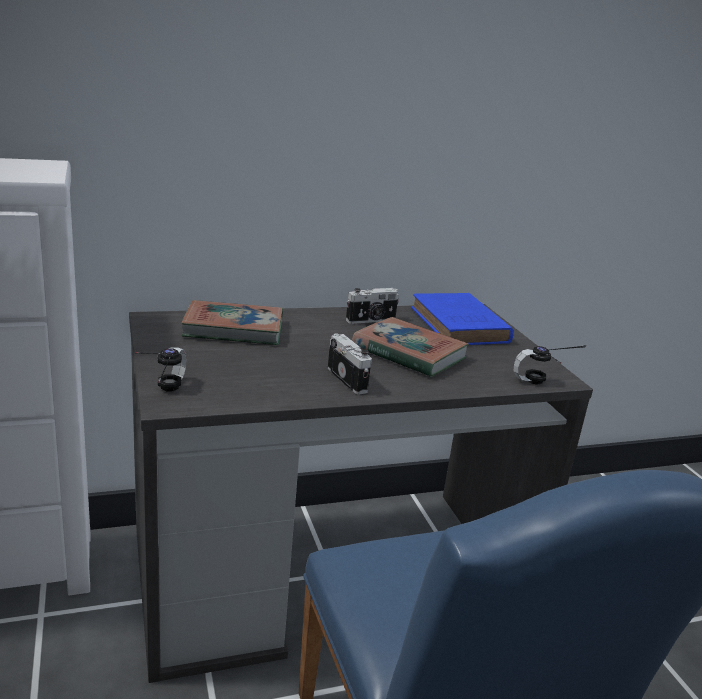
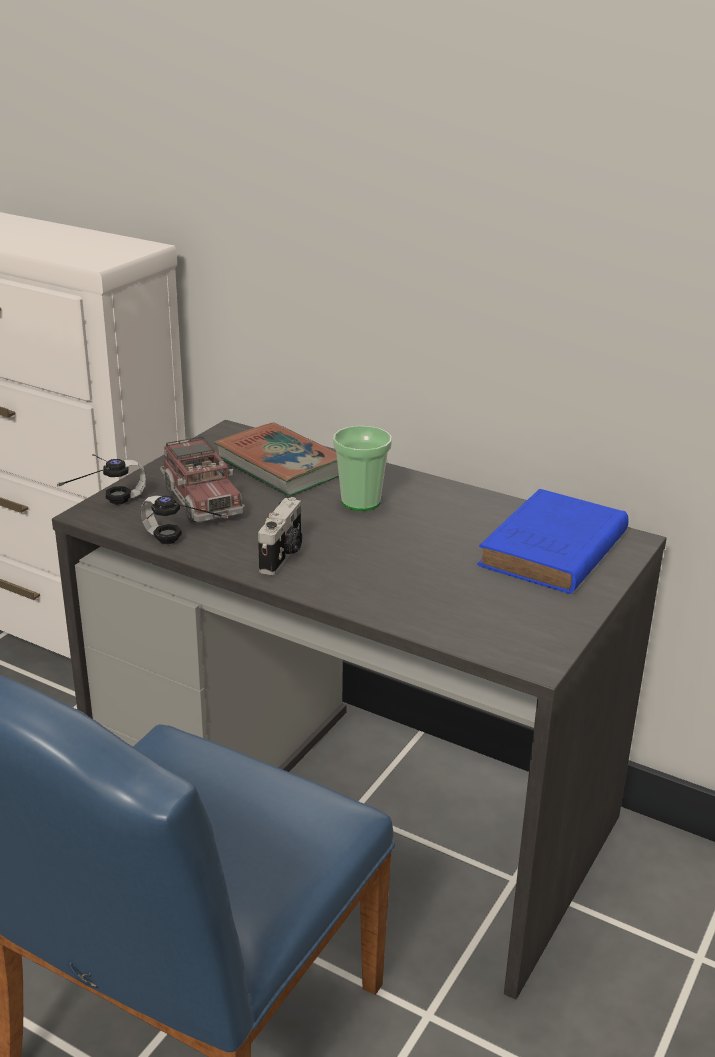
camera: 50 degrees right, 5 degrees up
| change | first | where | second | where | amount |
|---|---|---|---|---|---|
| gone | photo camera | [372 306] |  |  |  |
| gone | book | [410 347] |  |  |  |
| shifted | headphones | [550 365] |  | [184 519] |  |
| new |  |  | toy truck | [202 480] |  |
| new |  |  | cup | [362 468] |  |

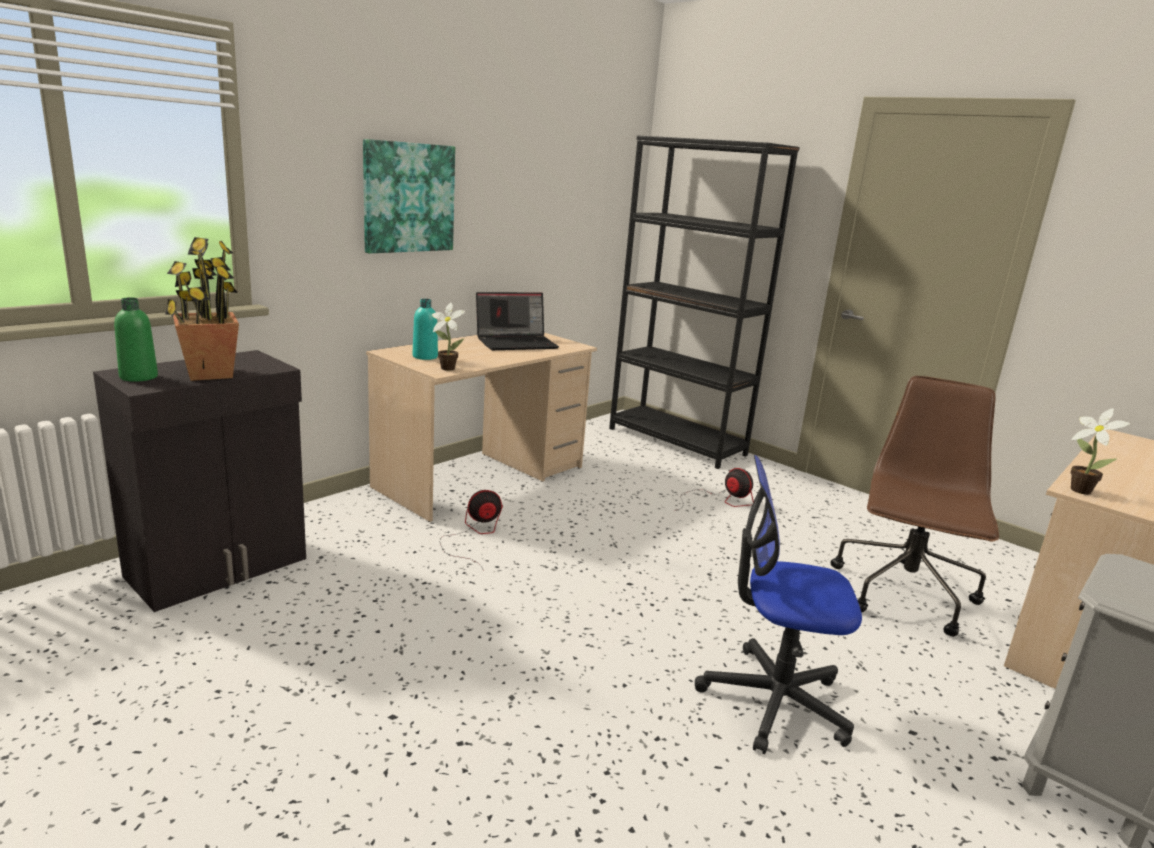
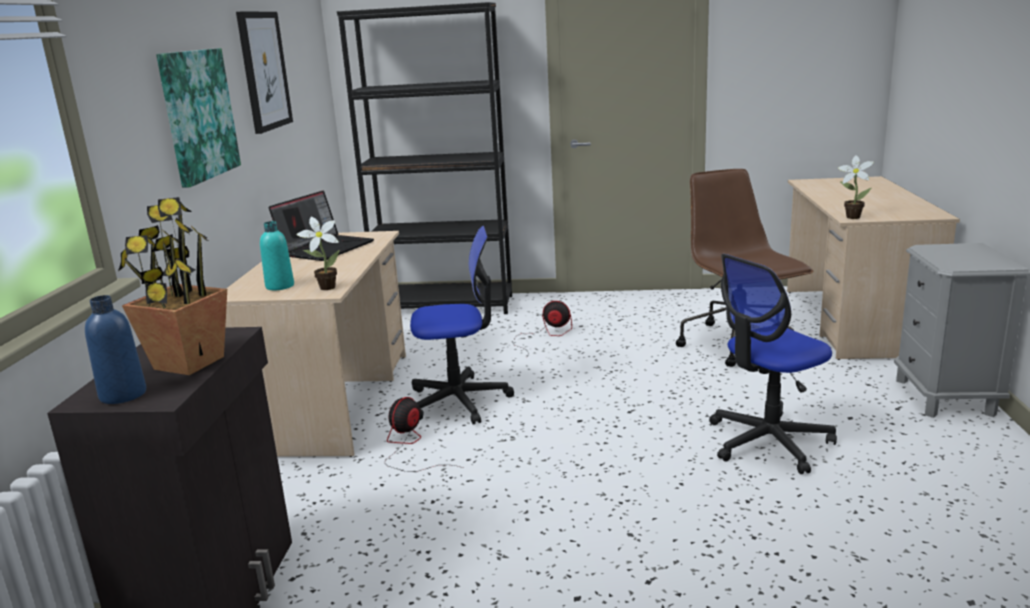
camera: 35 degrees left, 0 degrees up
| change | first | where | second | where | amount |
|---|---|---|---|---|---|
| repainted | bottle in green | [136 340] | bottle in blue | [115 349] |  |
| new |  |  | picture | [264 73] |  |
| new |  |  | office chair | [462 325] |  |

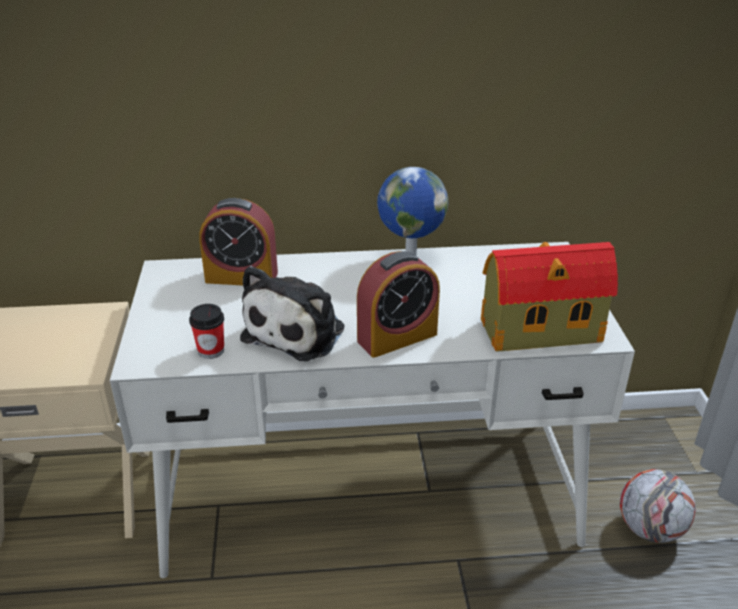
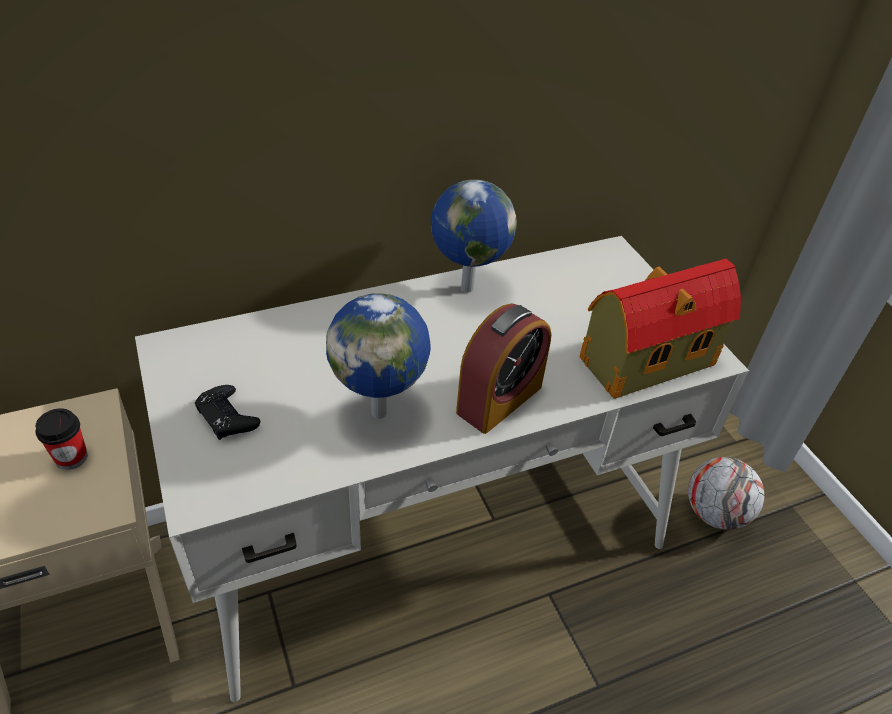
camera: 20 degrees left, 10 degrees up
| change | first | where | second | where | amount |
|---|---|---|---|---|---|
| shifted | cup | [206 331] |  | [61 439] |  |
| gone | alarm clock | [238 241] |  |  |  |
| swapped | plush toy | [292 313] | globe | [378 356] |  |
| new |  |  | game controller in black | [227 412] |  |

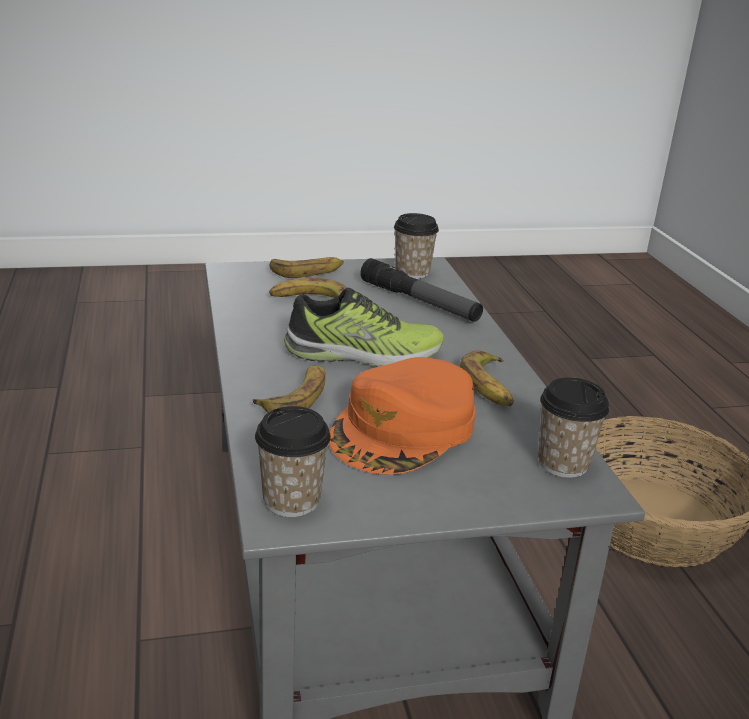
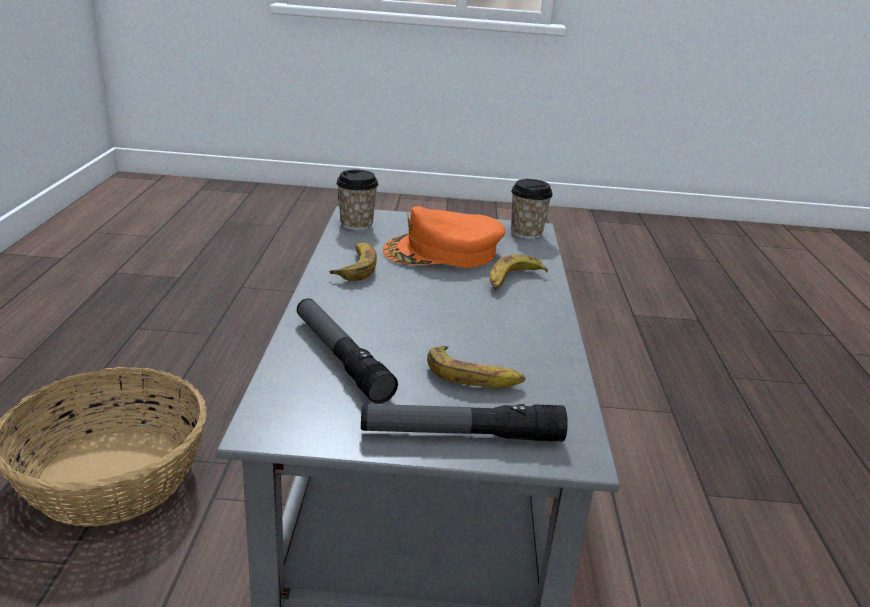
camera: 165 degrees left, 0 degrees up
| change | first | where | second | where | amount |
|---|---|---|---|---|---|
| swapped | banana | [307 267] | flashlight | [464 422] |  |
| gone | shoe | [363 326] |  |  |  |
| rotated | cap in orange | [402 416] |  | [444 237] | 150 degrees counterclockwise |
| gone | cup | [416 246] |  |  |  |

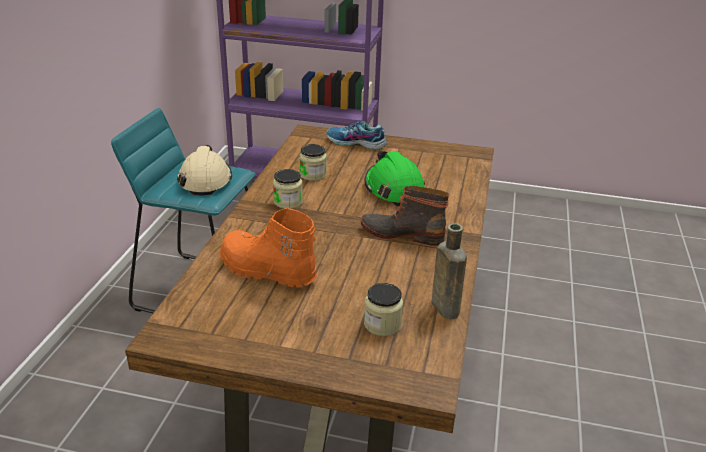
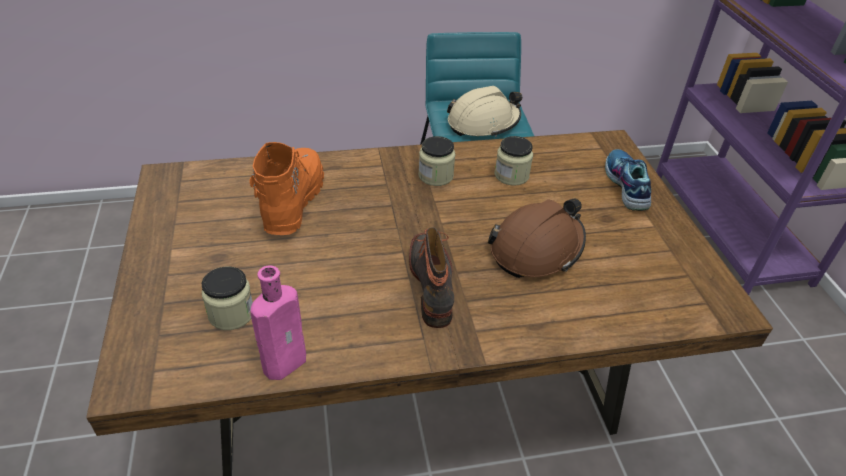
camera: 65 degrees right, 10 degrees up
| change | first | where | second | where | amount |
|---|---|---|---|---|---|
| repainted | hard hat in green | [394 178] | hard hat in brown | [537 238] |  |
| repainted | bottle in brown | [449 271] | bottle in pink | [278 322] |  |

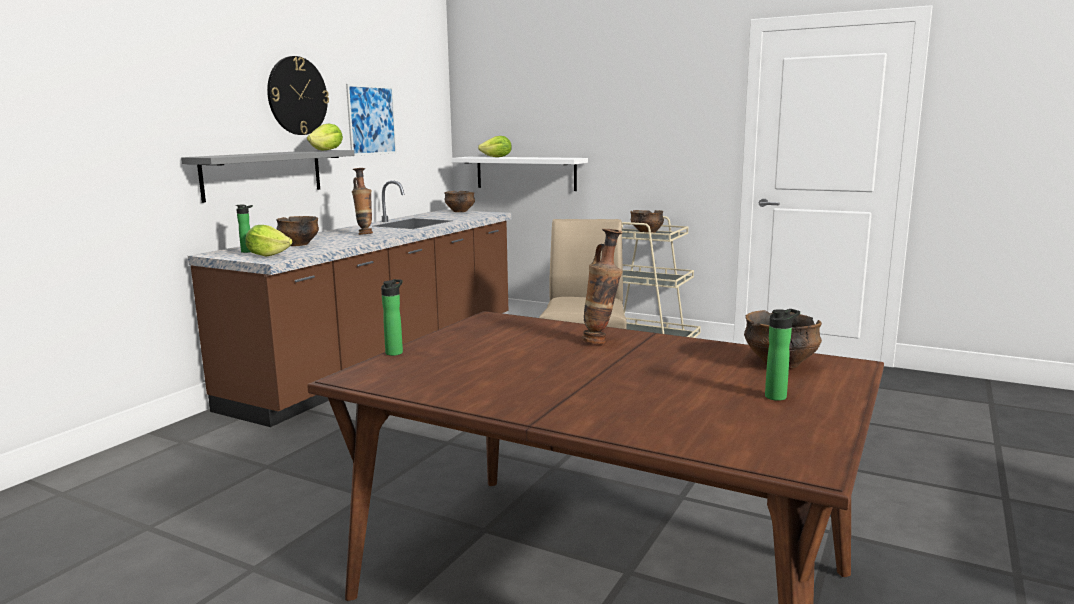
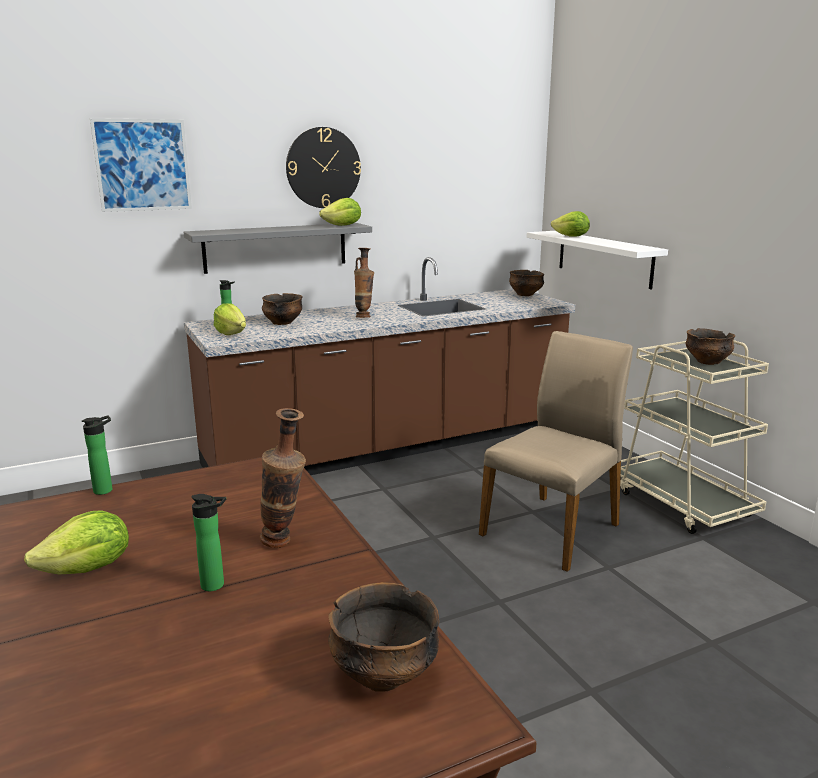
camera: 35 degrees right, 5 degrees up
| change | first | where | second | where | amount |
|---|---|---|---|---|---|
| shifted | picture | [371 120] |  | [141 165] |  |
| shifted | bottle | [782 355] |  | [208 542] |  |
| new |  |  | lettuce | [76 542] |  |

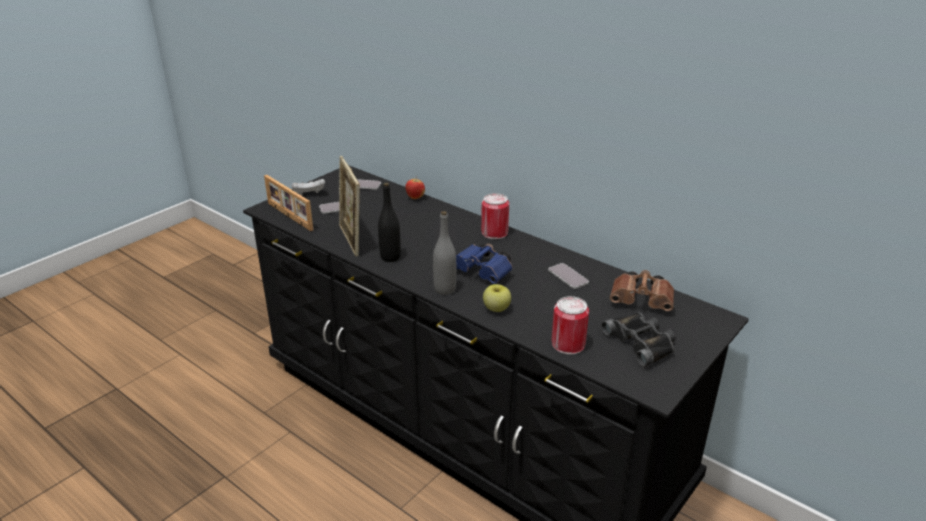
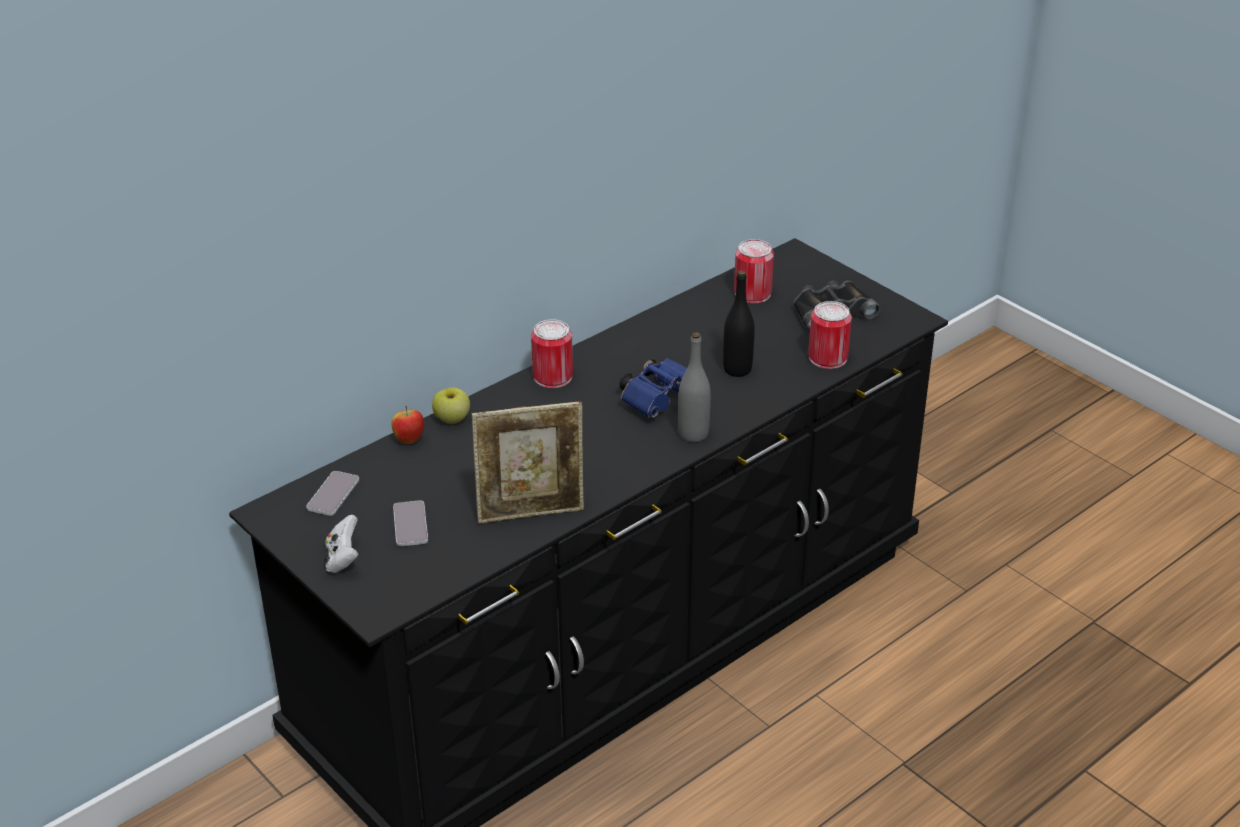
camera: 80 degrees left, 5 degrees up
| change | first | where | second | where | amount |
|---|---|---|---|---|---|
| gone | picture frame | [288 203] |  |  |  |
| shifted | bottle in black | [389 222] |  | [739 323] |  |
| shifted | apple | [497 298] |  | [451 406] |  |
| gone | phone | [568 276] |  |  |  |
| swapped | binoculars in brown | [642 290] | can | [754 271] |  |

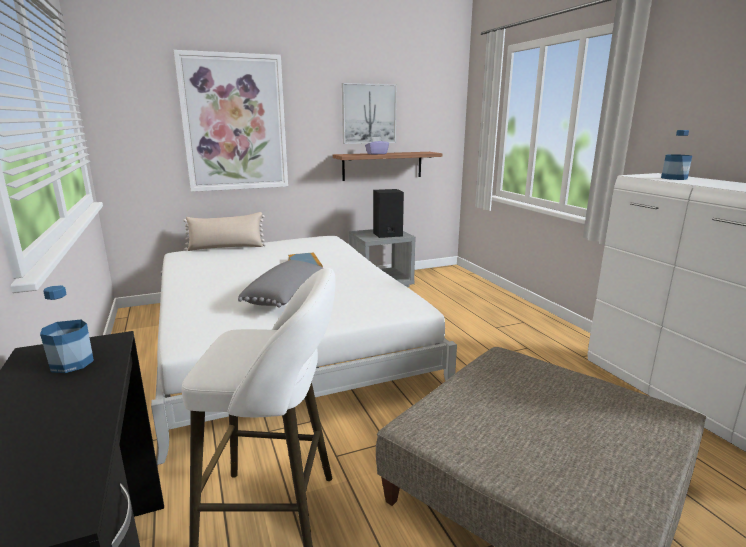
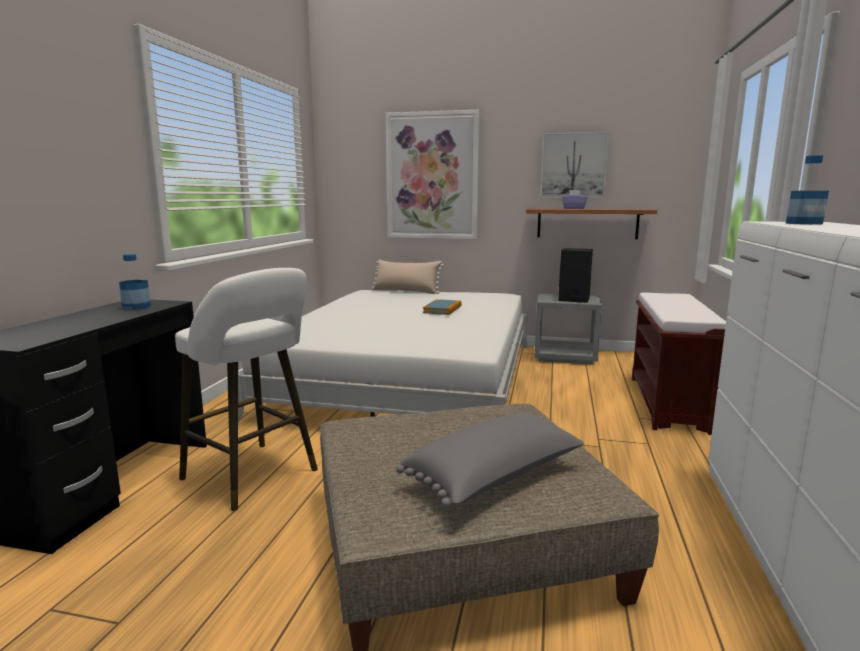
camera: 35 degrees right, 5 degrees down
| change | first | where | second | where | amount |
|---|---|---|---|---|---|
| shifted | pillow in grey | [280 284] |  | [490 459] |  |
| new |  |  | bench in brown | [679 363] |  |

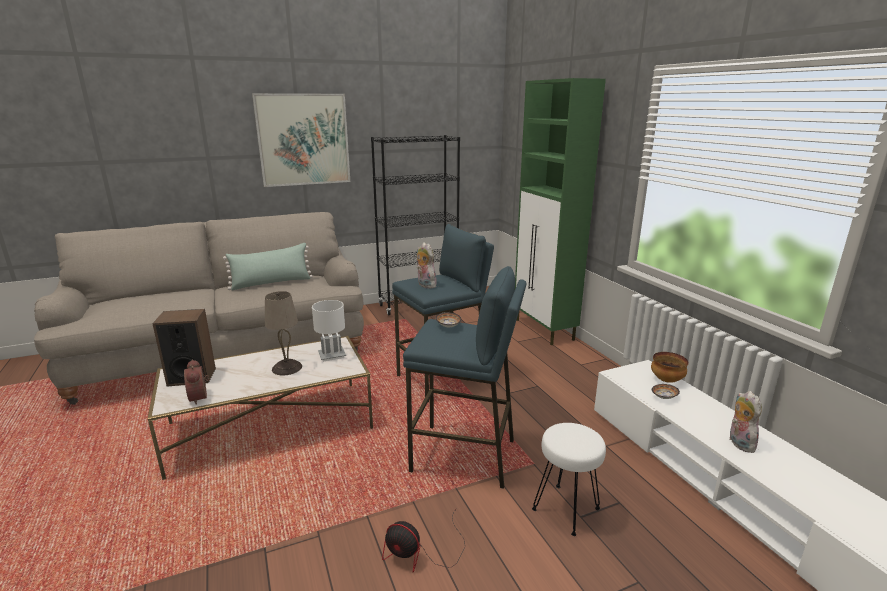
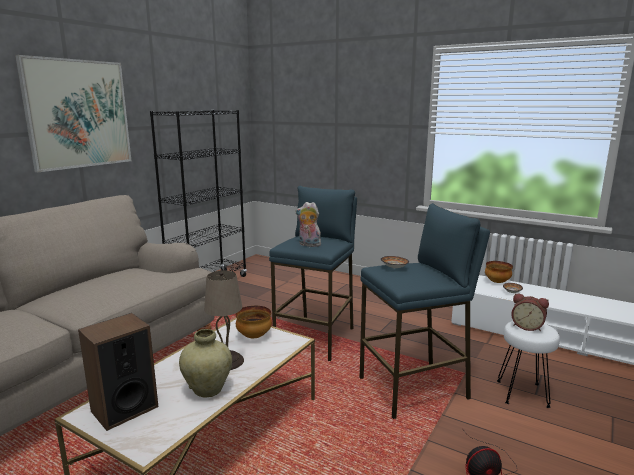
camera: 35 degrees left, 5 degrees down
| change | first | where | second | where | amount |
|---|---|---|---|---|---|
| shifted | alarm clock | [196 382] |  | [530 312] |  |
| gone | pillow in green | [268 266] |  |  |  |
| swapped | table lamp in white | [329 331] | bowl | [253 322] |  |
| gone | cabinet in green | [560 211] |  |  |  |
| gone | plush toy | [746 422] |  |  |  |
| new |  |  | vase in beige | [205 363] |  |

